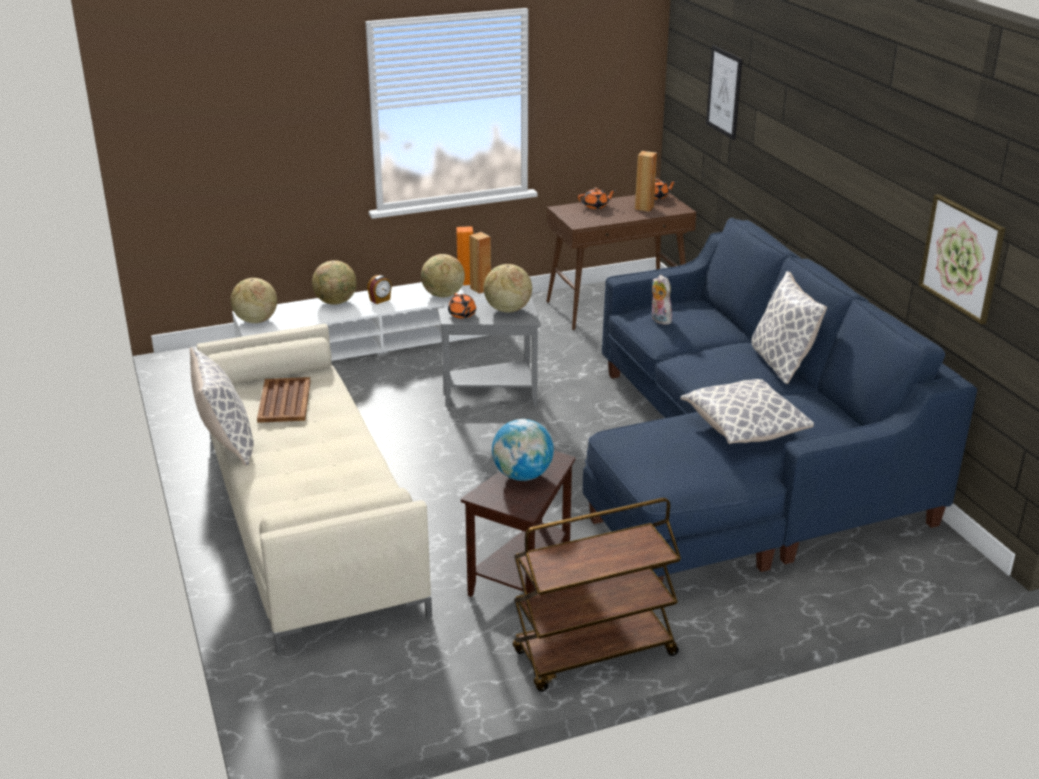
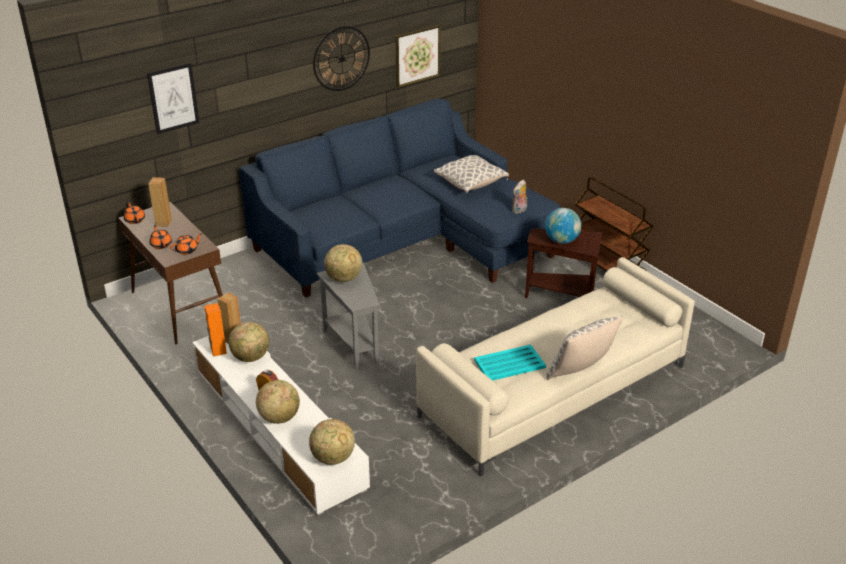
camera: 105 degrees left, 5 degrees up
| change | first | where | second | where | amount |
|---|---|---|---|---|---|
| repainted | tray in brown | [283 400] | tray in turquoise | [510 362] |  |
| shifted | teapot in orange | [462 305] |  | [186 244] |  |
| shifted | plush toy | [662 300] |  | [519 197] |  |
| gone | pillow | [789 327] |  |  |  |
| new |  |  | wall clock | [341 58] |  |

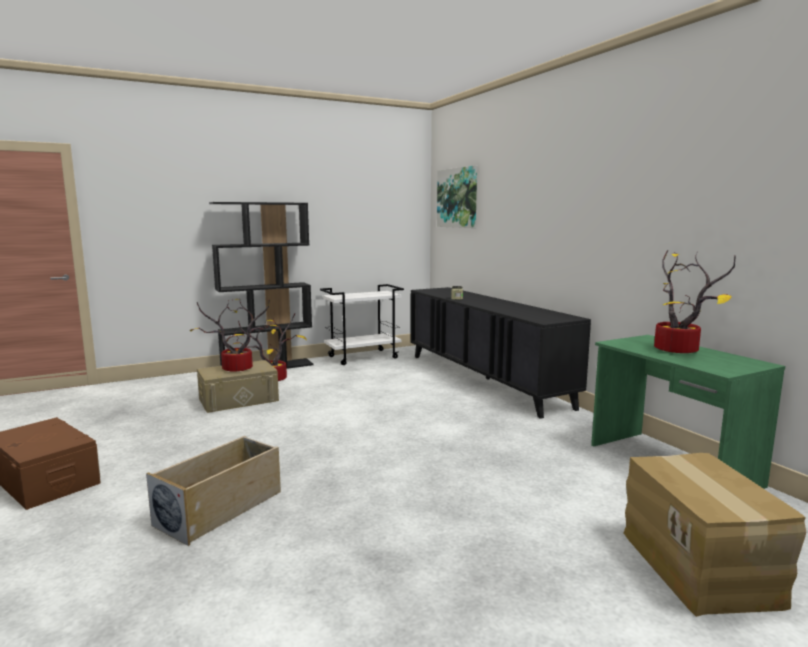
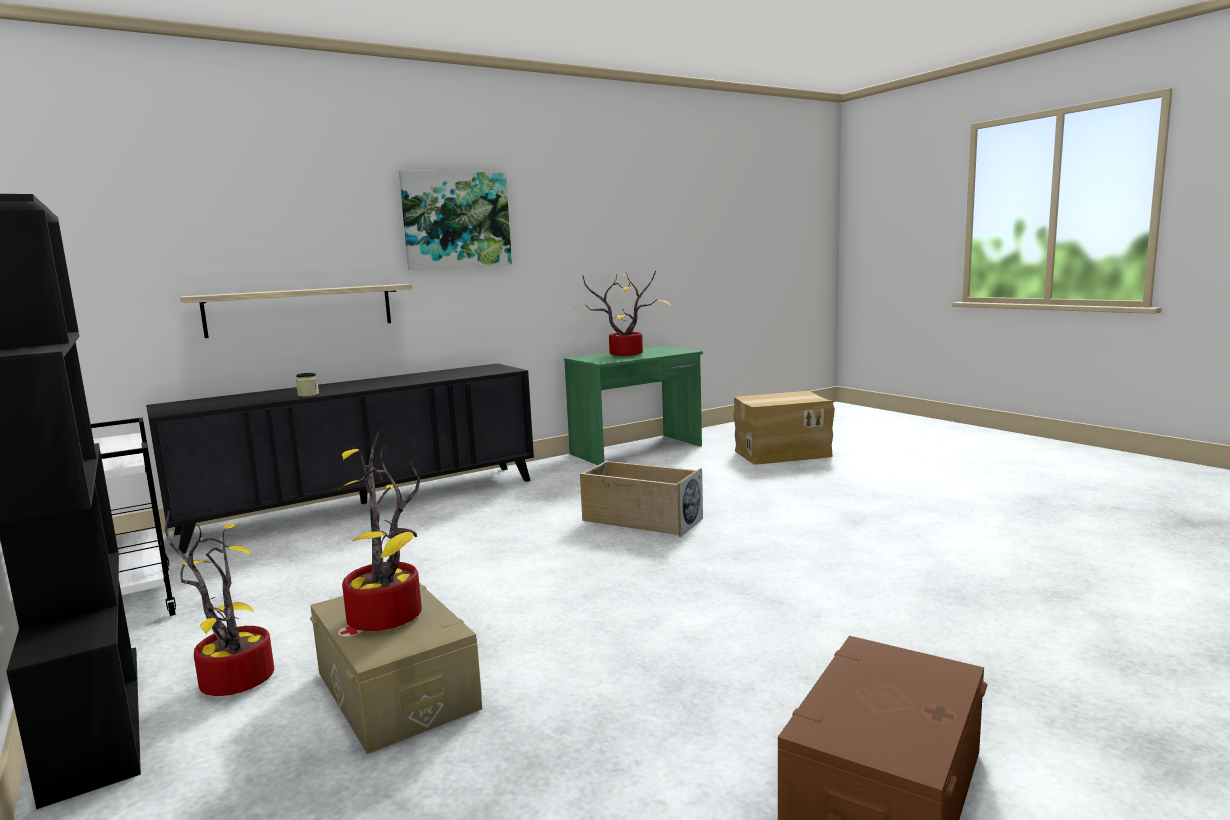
camera: 95 degrees left, 0 degrees up
| change | first | where | second | where | amount |
|---|---|---|---|---|---|
| shifted | storage box in beige | [213 491] |  | [641 499] |  |
| shifted | picture | [457 196] |  | [455 220] |  |
| new |  |  | shelf | [296 311] |  |

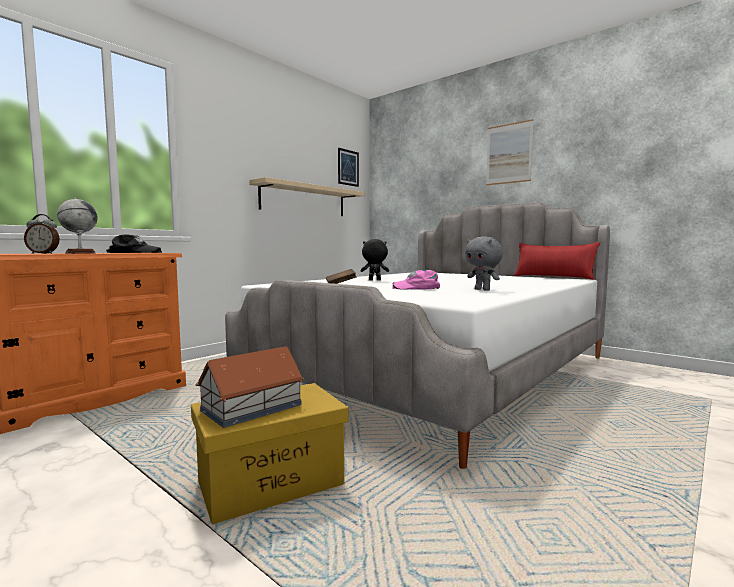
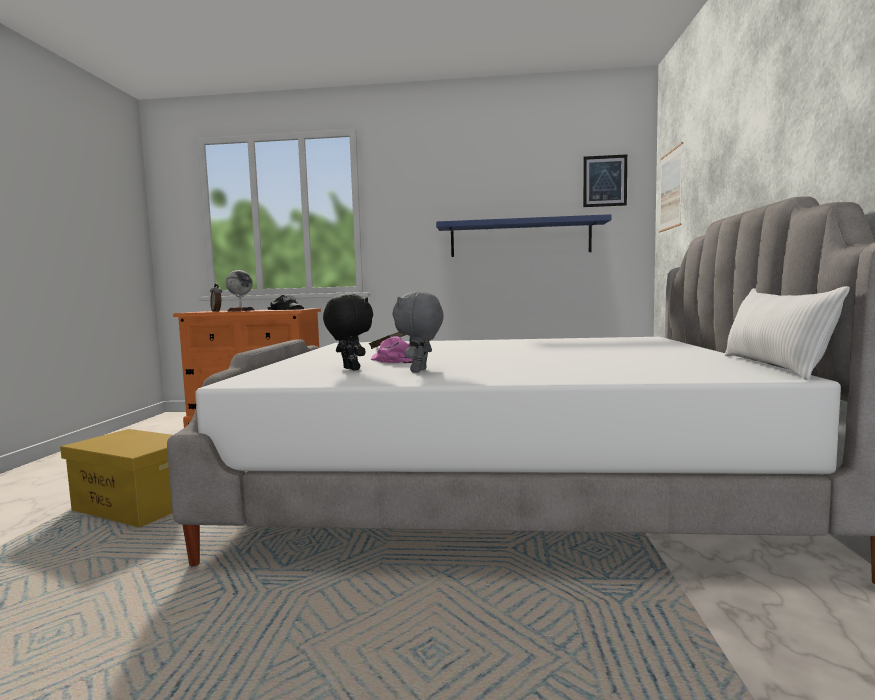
camera: 55 degrees right, 0 degrees up
| change | first | where | second | where | amount |
|---|---|---|---|---|---|
| gone | toy house | [249 387] |  |  |  |
| repainted | shelf in beige | [307 196] | shelf in blue | [523 235] |  |
| shifted | plush toy in black | [375 259] |  | [348 332] |  |
| shifted | picture | [510 152] |  | [671 187] |  |
| repainted | pillow in red | [557 261] | pillow in white | [787 333] |  |

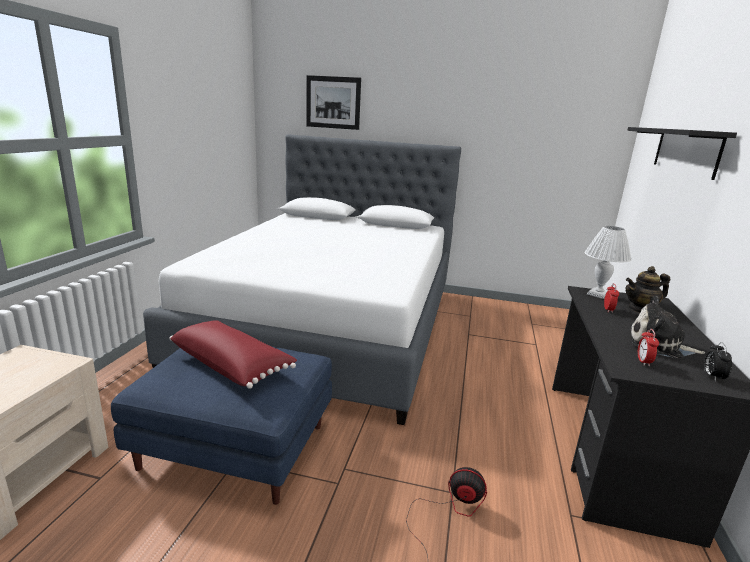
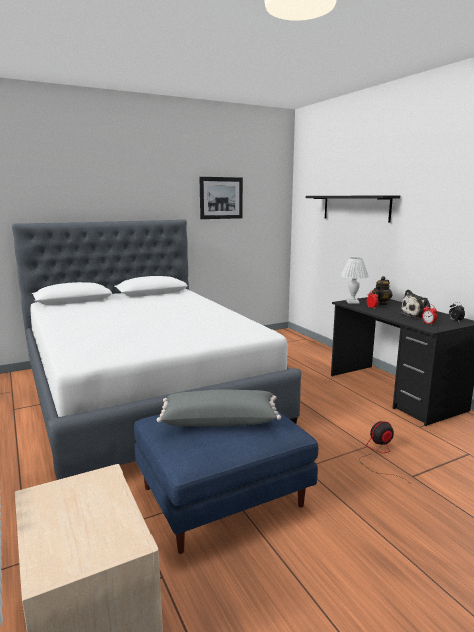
camera: 40 degrees left, 5 degrees down
| change | first | where | second | where | amount |
|---|---|---|---|---|---|
| repainted | pillow in red | [233 354] | pillow in grey | [219 408] |  |
| shifted | picture | [333 102] |  | [221 198] |  |

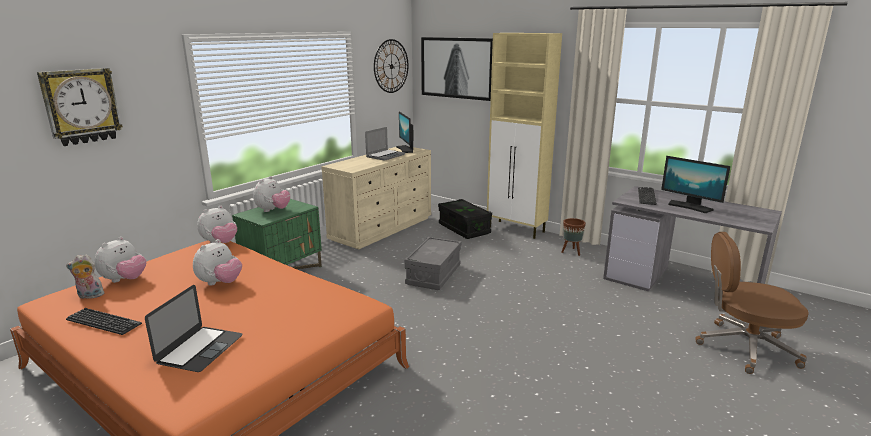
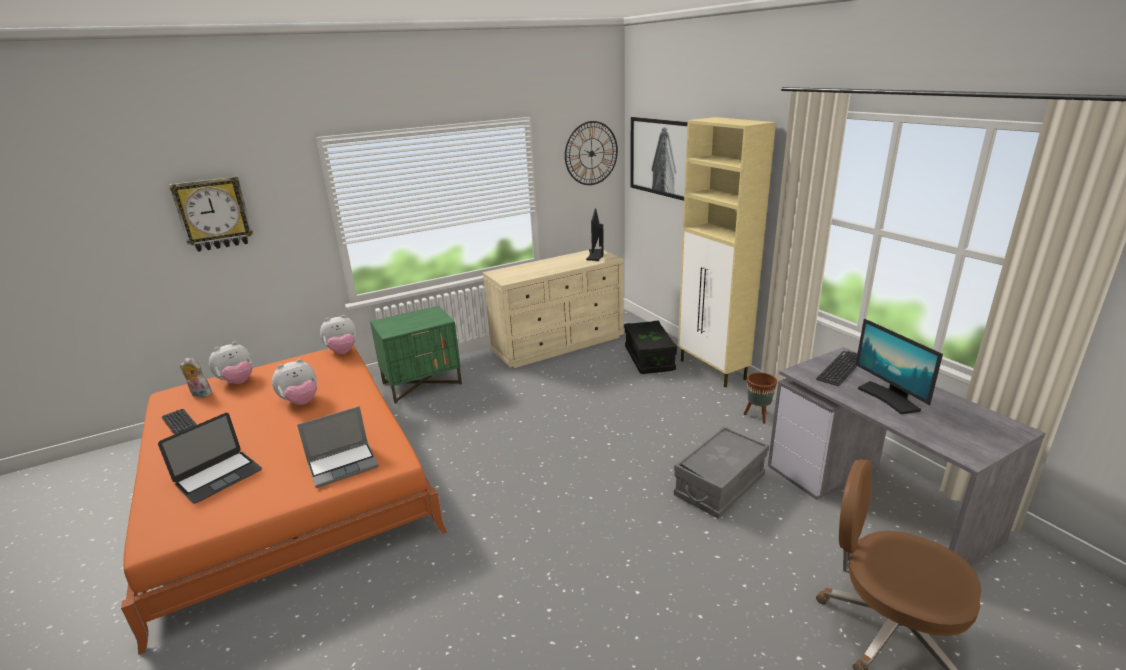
camera: 25 degrees right, 5 degrees up
| change | first | where | second | where | amount |
|---|---|---|---|---|---|
| gone | plush toy | [272 194] |  |  |  |
| shifted | laptop | [385 144] |  | [338 447] |  |
| shifted | storage box in grey | [433 263] |  | [721 472] |  |

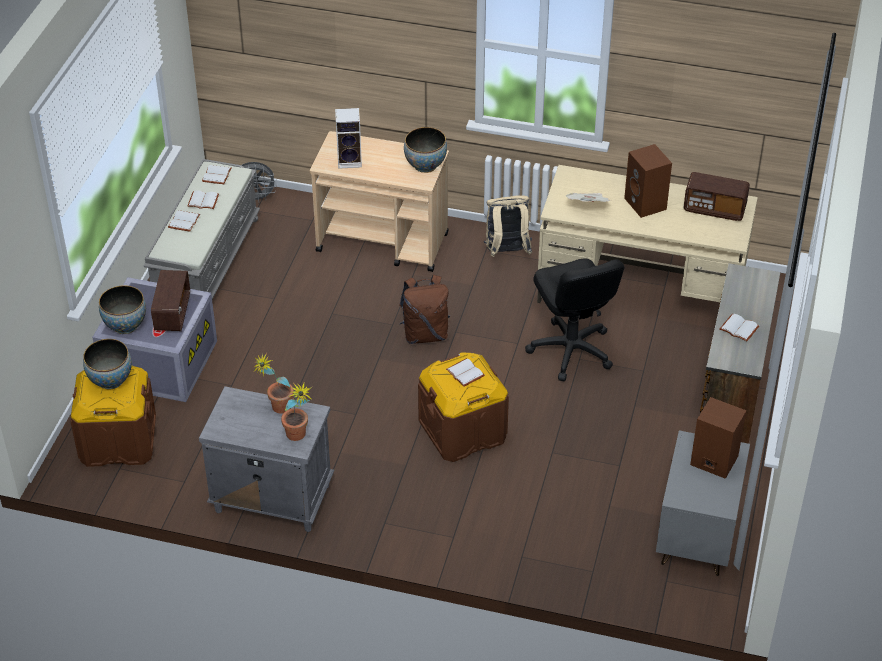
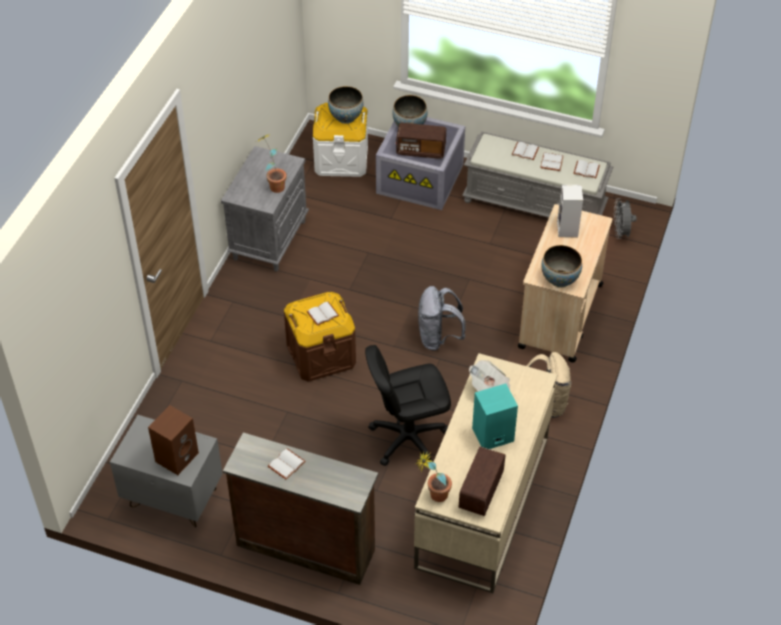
camera: 95 degrees right, 5 degrees up
| change | first | where | second | where | amount |
|---|---|---|---|---|---|
| repainted | storage box in brown | [113 416] | storage box in white | [340 140] |  |
| shifted | potted plant | [296 412] |  | [434 476] |  |
| repainted | backpack in brown | [425 309] | backpack in grey | [442 318] |  |
| repainted | speaker in brown | [648 181] | speaker in turquoise | [495 416] |  |

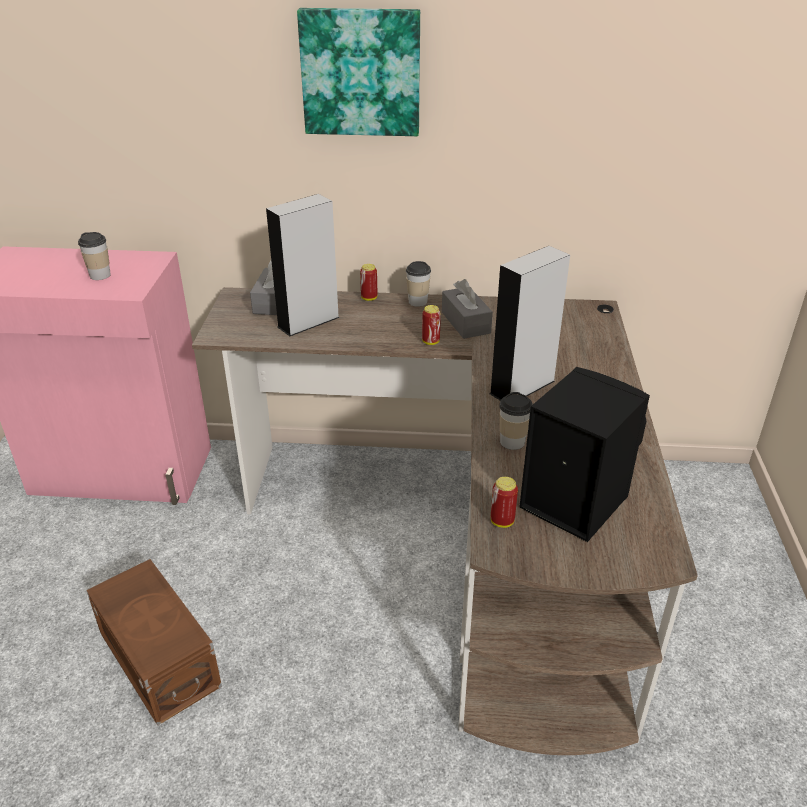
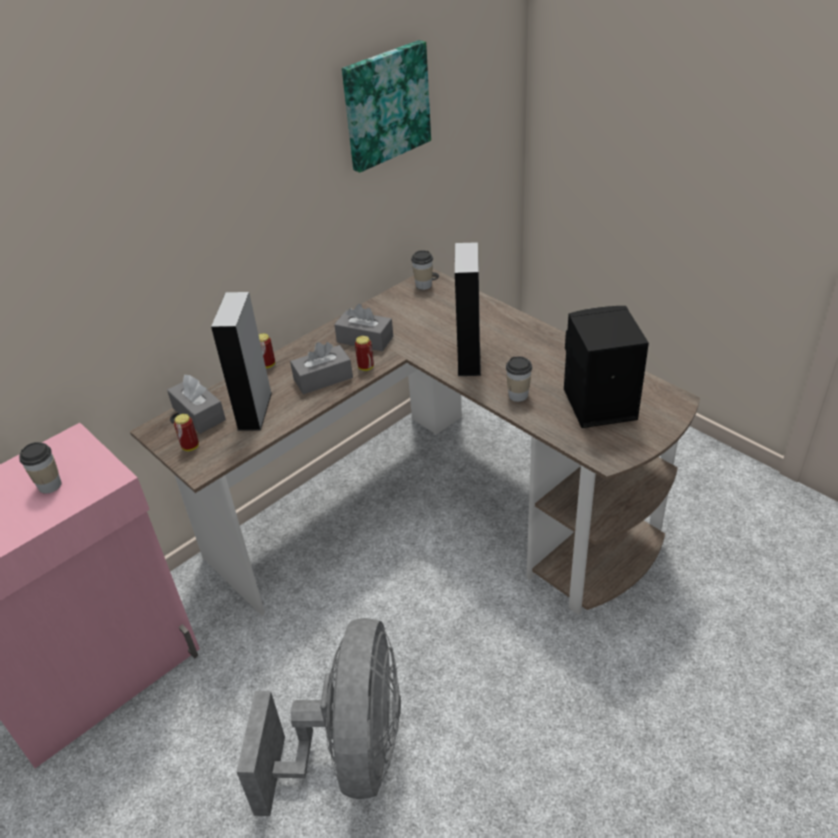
camera: 45 degrees left, 5 degrees up
| change | first | where | second | where | amount |
|---|---|---|---|---|---|
| swapped | storage box in brown | [154 642] | fan in grey | [319 717] |  |
| shifted | picture | [358 72] |  | [386 106] |  |
| shifted | cup | [418 284] |  | [422 270] |  |
| shifted | can | [504 502] |  | [186 432] |  |
| new |  |  | tissue box in grey | [321 368] |  |

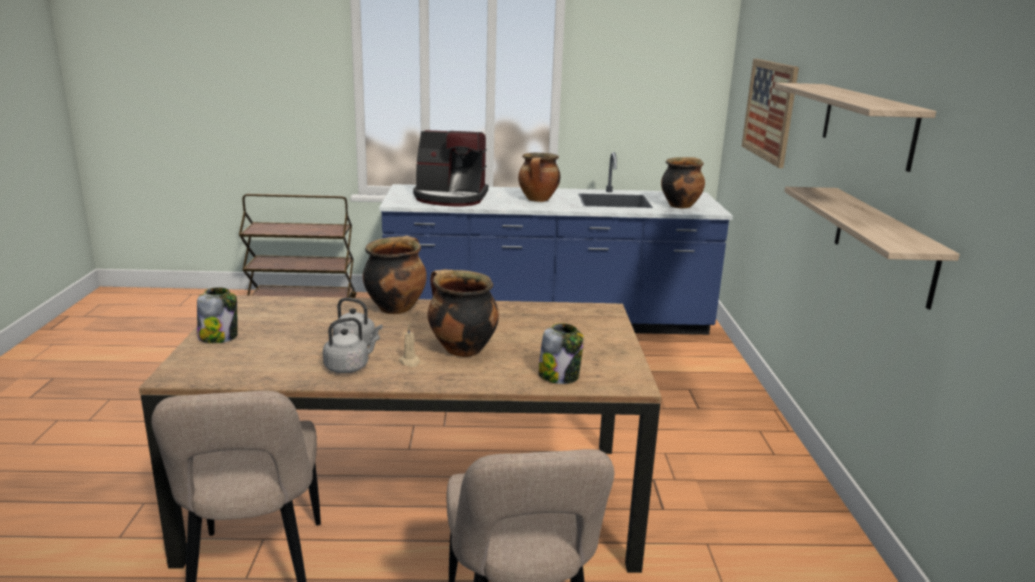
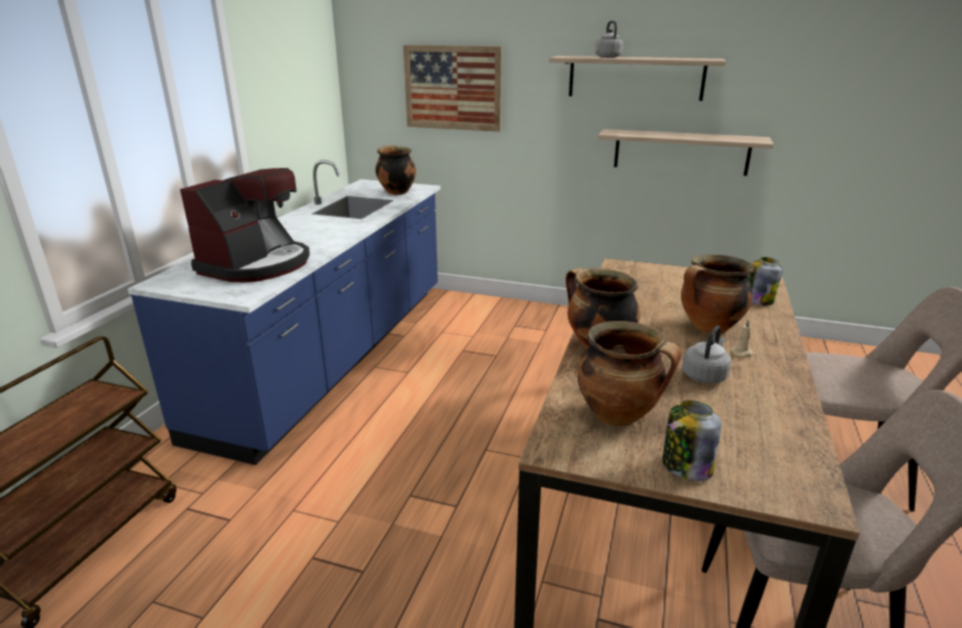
camera: 70 degrees left, 5 degrees up
| change | first | where | second | where | amount |
|---|---|---|---|---|---|
| shifted | kettle in grey | [351 345] |  | [609 39] |  |
| shifted | cooking pot | [539 177] |  | [629 373] |  |

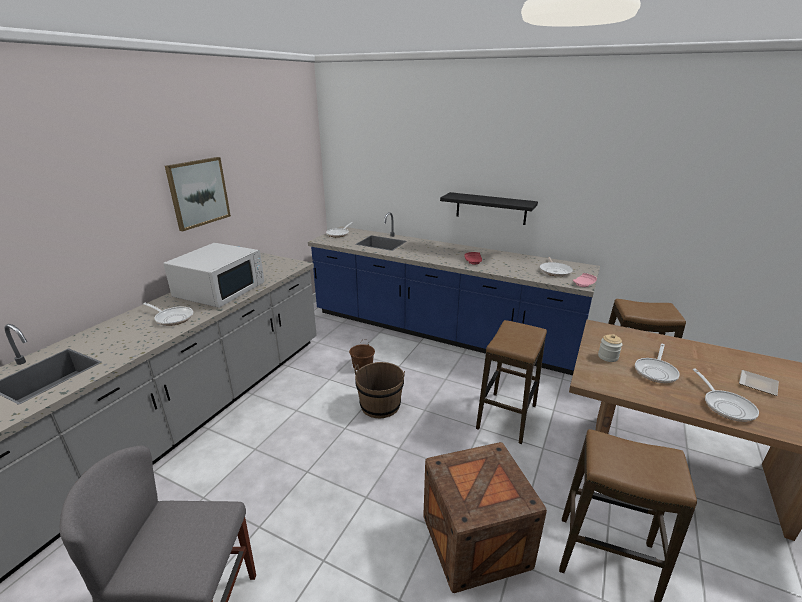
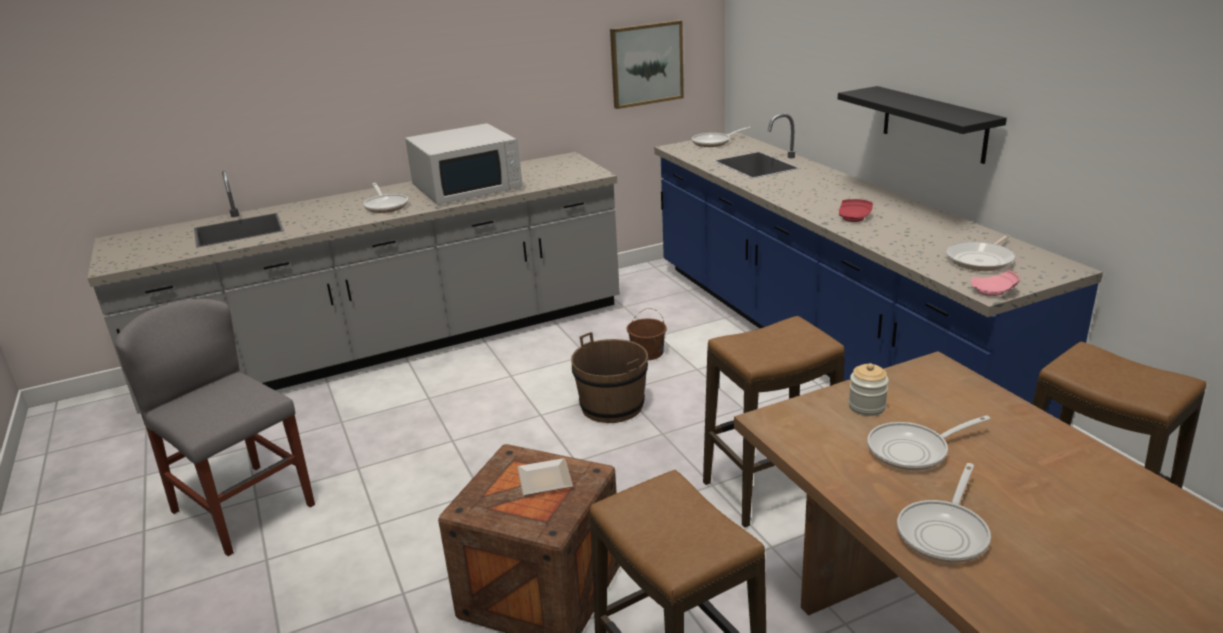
camera: 40 degrees right, 0 degrees up
| change | first | where | second | where | amount |
|---|---|---|---|---|---|
| shifted | picture | [198 194] |  | [647 64] |  |
| shifted | plate | [759 383] |  | [545 477] |  |

